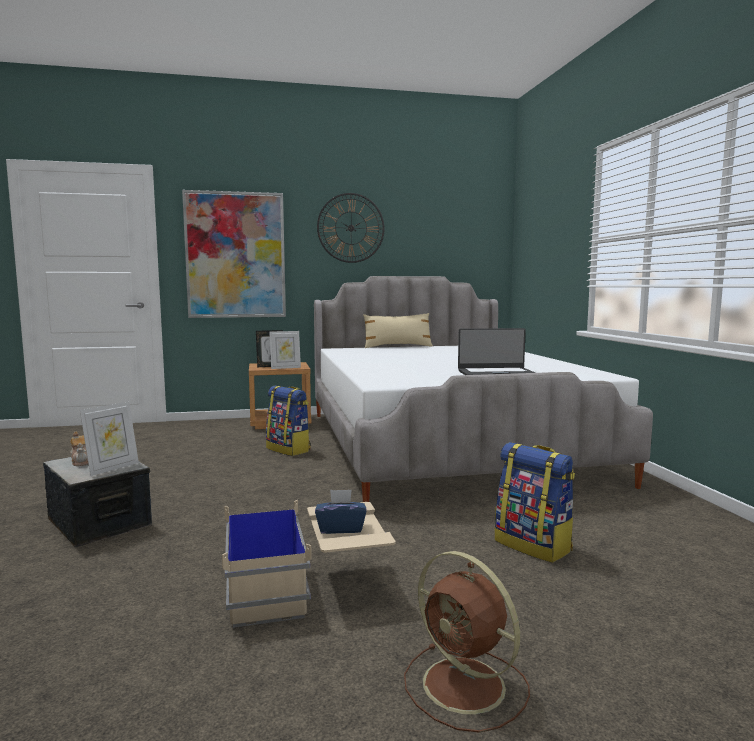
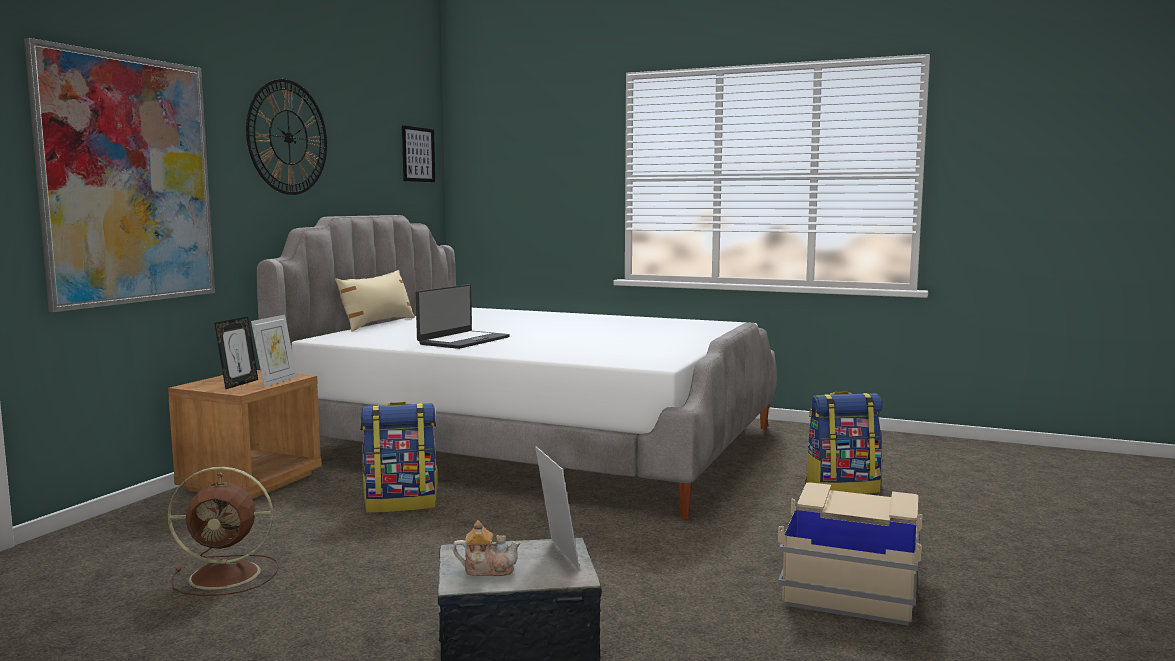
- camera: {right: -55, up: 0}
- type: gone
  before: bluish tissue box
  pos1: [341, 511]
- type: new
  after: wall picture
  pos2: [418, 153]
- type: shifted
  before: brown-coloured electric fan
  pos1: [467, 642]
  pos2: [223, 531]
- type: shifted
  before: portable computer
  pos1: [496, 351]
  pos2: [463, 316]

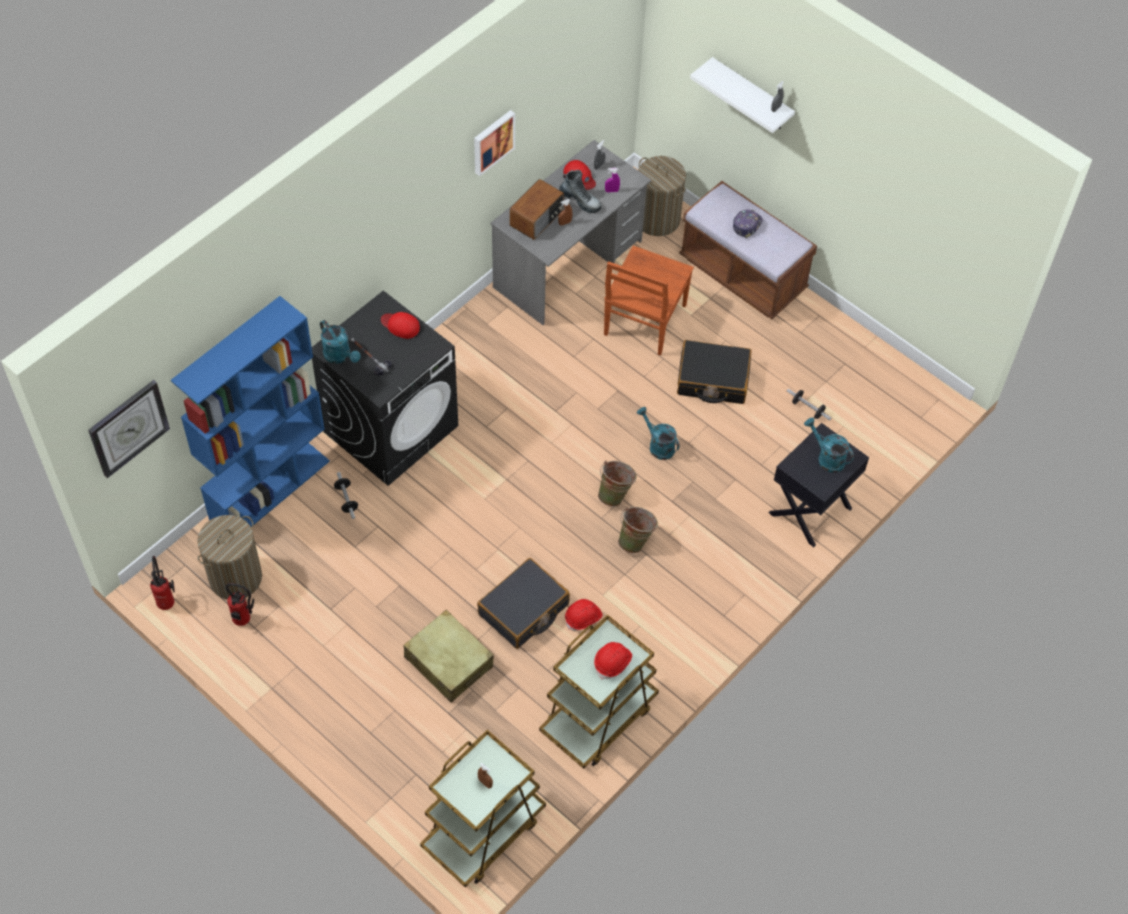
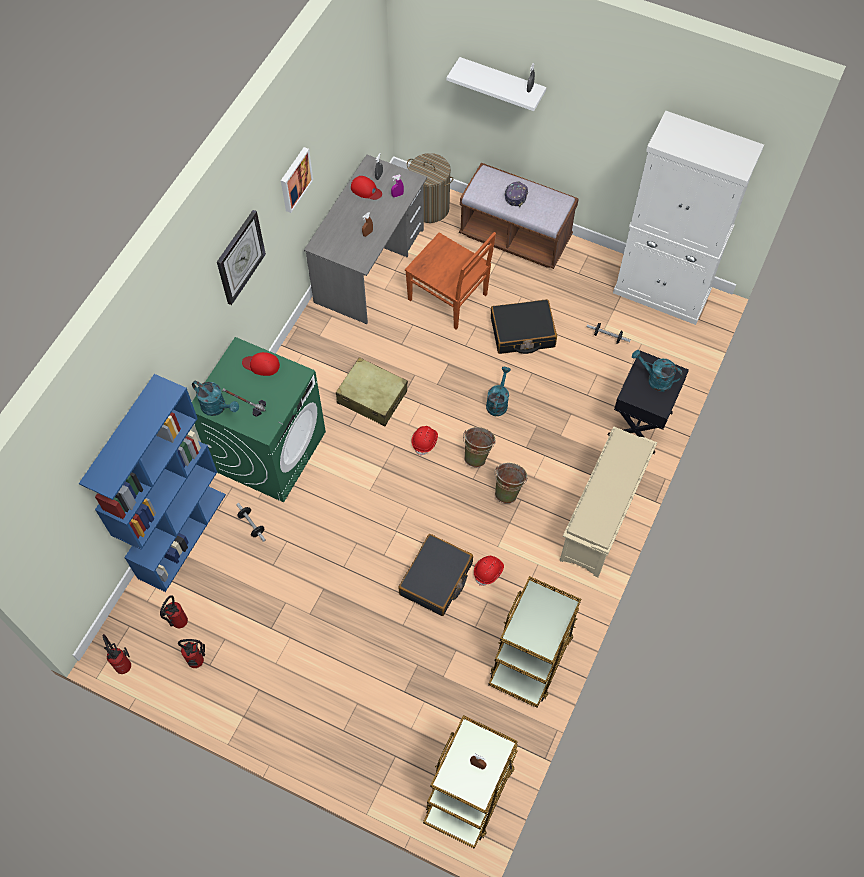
- camera: {right: -15, up: 5}
- type: gone
  before: radio receiver
  pos1: [537, 209]
- type: gone
  before: tall boot
  pos1: [580, 191]
- type: new
  after: beige shoe rack
  pos2: [608, 501]
- type: new
  after: white-coloured cabinet
  pos2: [688, 218]
- type: shifted
  before: wall clock
  pos1: [129, 429]
  pos2: [241, 257]
- type: shifted
  before: beige suitcase
  pos1: [448, 656]
  pos2: [372, 391]
- type: shifted
  before: reddish work helmet
  pos1: [613, 660]
  pos2: [425, 441]
- type: swapped
  before: washing basket
  after: fire extinguisher
  pos1: [229, 557]
  pos2: [174, 611]
- type: repainted
  before: black washing machine
  after: green-coloured washing machine
  pos1: [385, 388]
  pos2: [259, 419]
- type: rotated
  before: brown-coloured chair
  pos1: [649, 301]
  pos2: [450, 281]
  turn: -60
- type: rotated
  before: turquoise-coloured watering can
  pos1: [658, 433]
  pos2: [498, 391]
  turn: 75

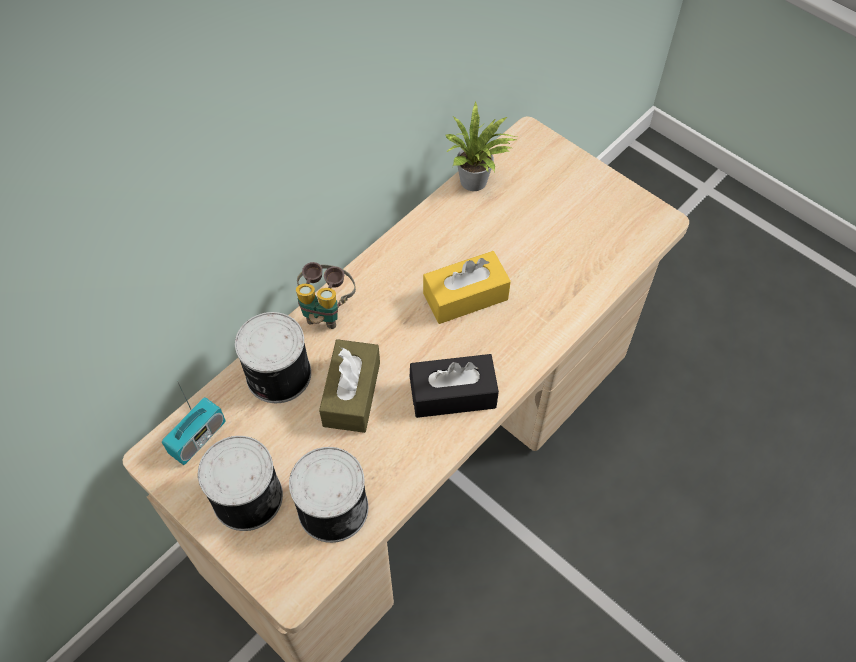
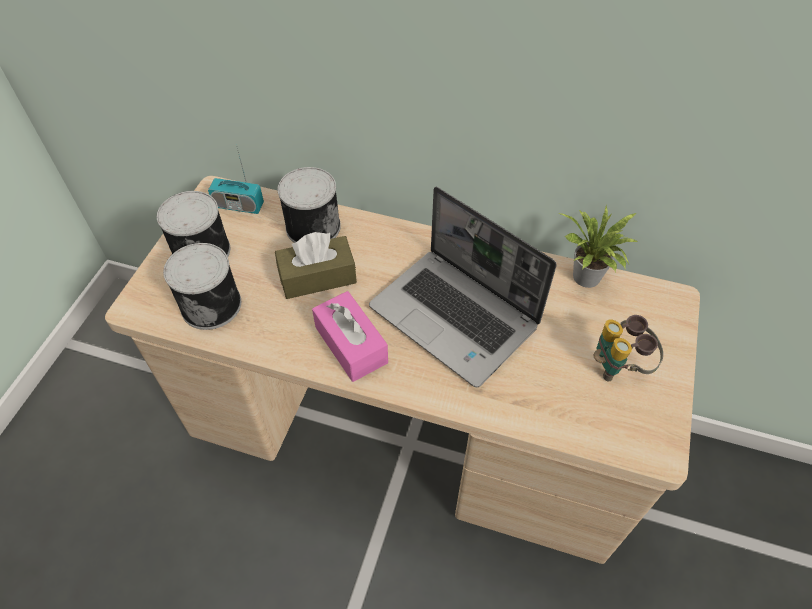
- camera: {right: 65, up: -5}
- type: shifted
  before: pair of binoculars
  pos1: [326, 295]
  pos2: [628, 348]
- type: swapped
  before: yellowish tissue box
  after: portable computer
  pos1: [467, 287]
  pos2: [463, 287]
- type: repainted
  before: black tissue box
  after: pinkish tissue box
  pos1: [454, 386]
  pos2: [350, 336]

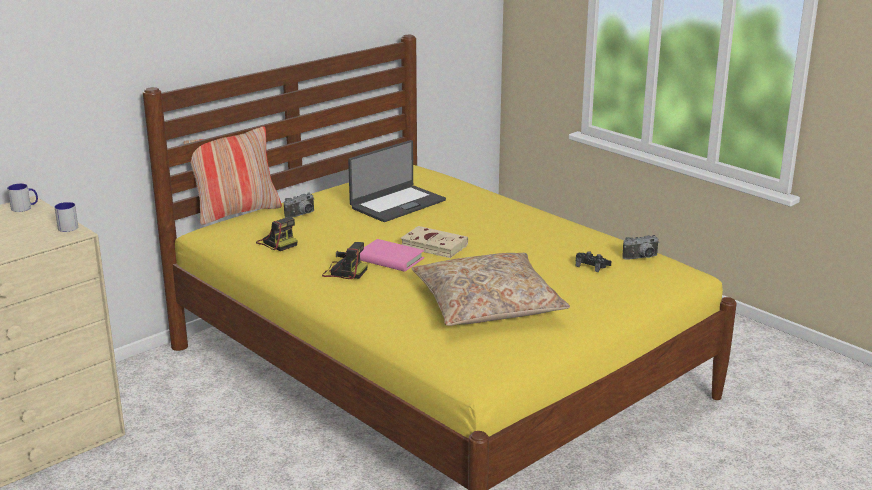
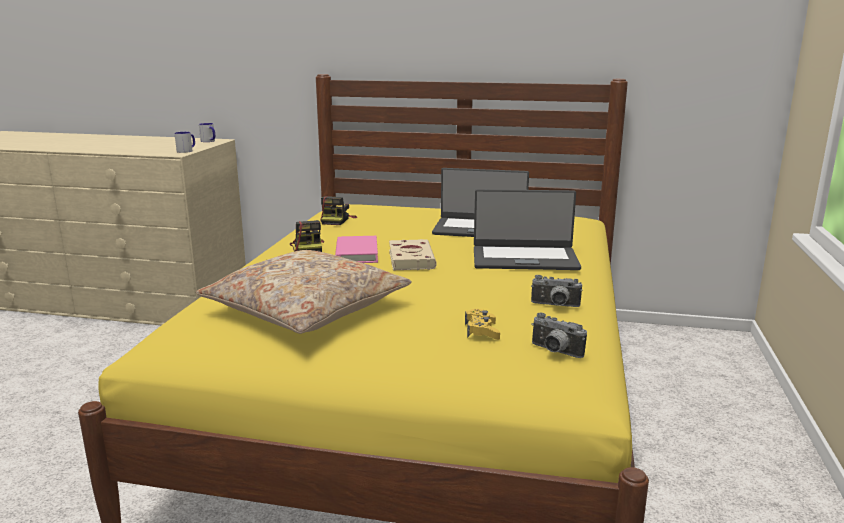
- camera: {right: 55, up: -5}
- type: gone
  before: cushion
  pos1: [233, 175]
- type: new
  after: portable computer
  pos2: [527, 229]
- type: shifted
  before: photo camera
  pos1: [299, 205]
  pos2: [557, 291]
- type: repainted
  before: black game controller
  after: yellowish game controller
  pos1: [593, 261]
  pos2: [482, 324]

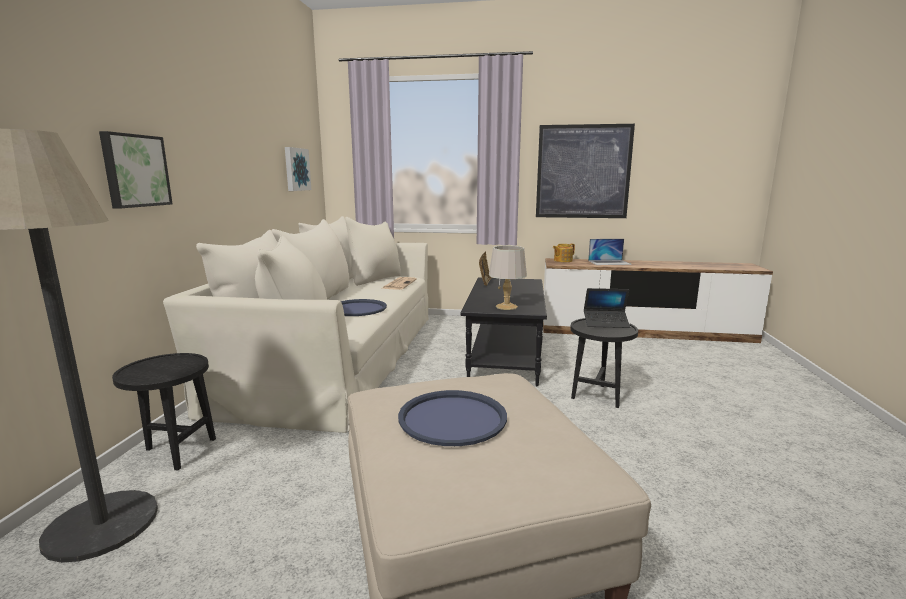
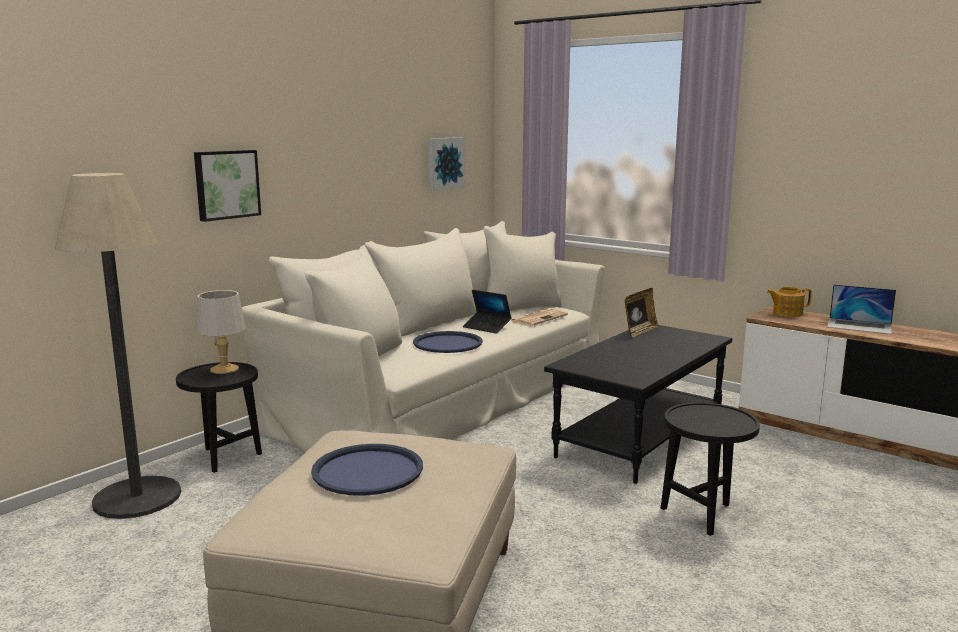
- camera: {right: 30, up: 0}
- type: gone
  before: wall picture
  pos1: [585, 171]
- type: shifted
  before: grey table lamp
  pos1: [508, 277]
  pos2: [221, 332]
- type: shifted
  before: portable computer
  pos1: [607, 308]
  pos2: [487, 312]

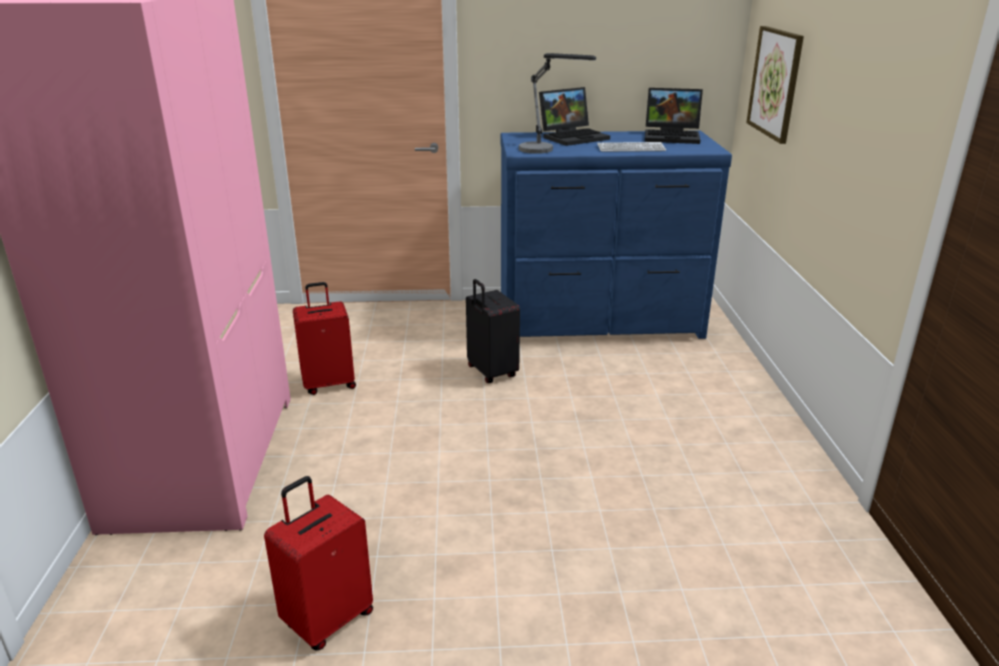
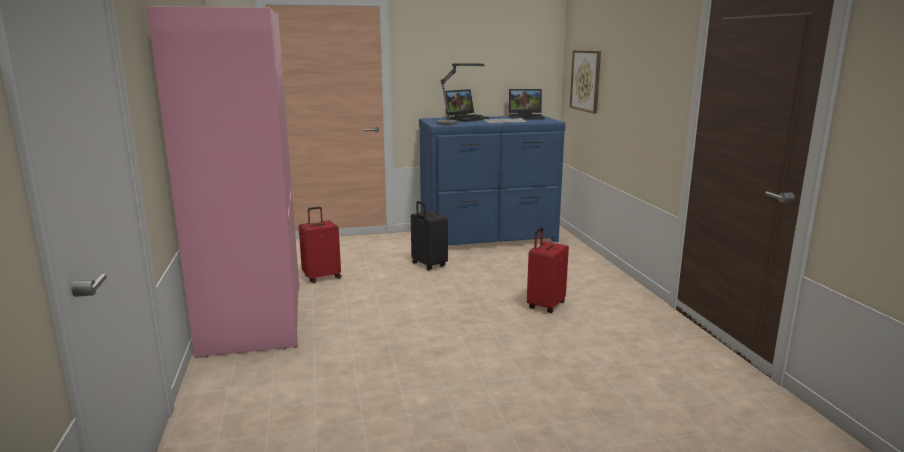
- camera: {right: -10, up: -10}
- type: shifted
  before: reddish suitcase
  pos1: [318, 563]
  pos2: [548, 270]

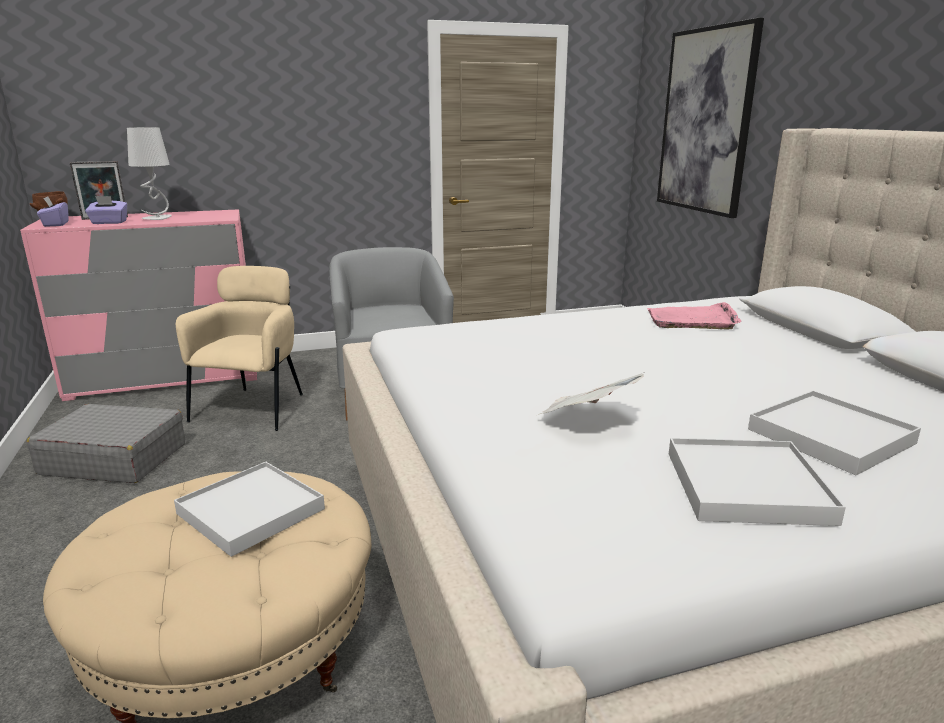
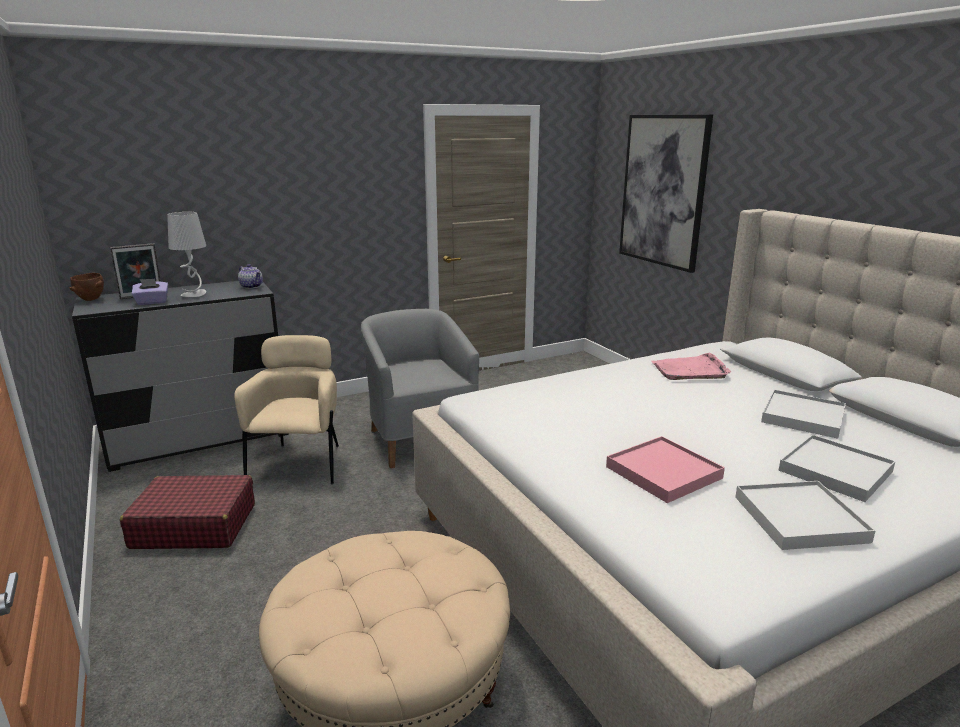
- camera: {right: -10, up: 0}
- type: gone
  before: purplish tissue box
  pos1: [52, 212]
- type: new
  after: pot for tea
  pos2: [250, 276]
- type: shifted
  before: white-coloured carrying tray
  pos1: [249, 509]
  pos2: [803, 414]
- type: swapped
  before: printed paper
  after: pinkish carrying tray
  pos1: [591, 393]
  pos2: [665, 469]
- type: repainted
  before: pinkish drawer chest
  after: black drawer chest
  pos1: [138, 305]
  pos2: [180, 376]
- type: repainted
  before: grey suitcase
  after: reddish suitcase
  pos1: [106, 443]
  pos2: [187, 512]

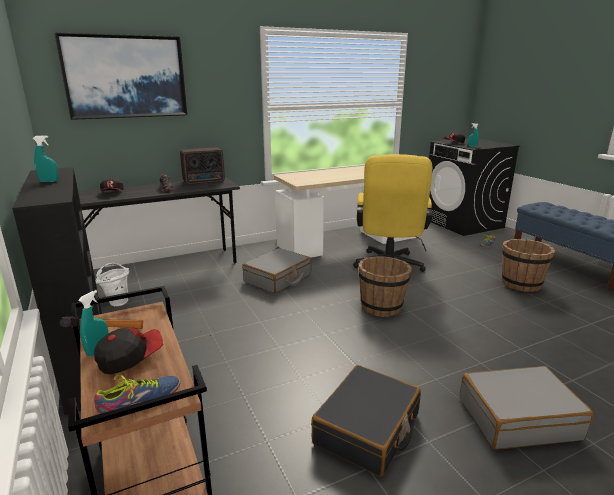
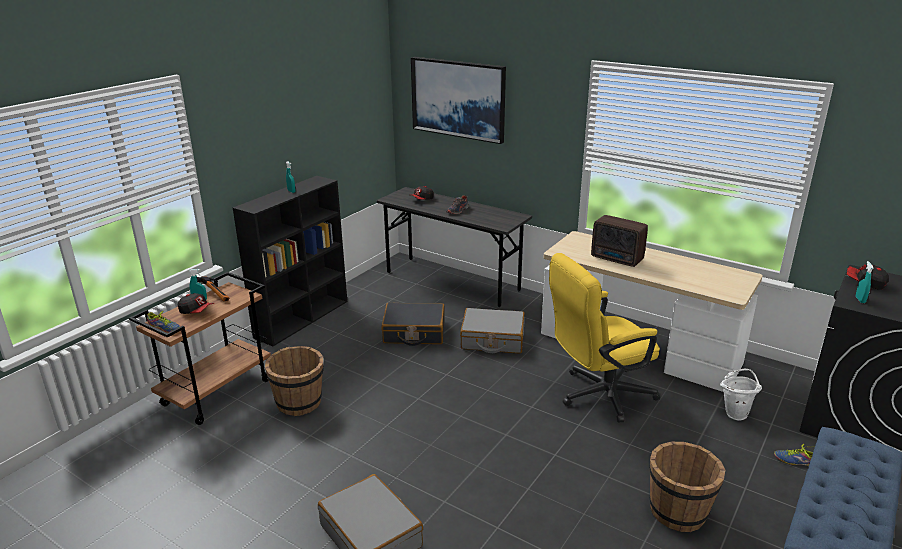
- camera: {right: 60, up: 5}
- type: shifted
  before: white-coloured bucket
  pos1: [112, 284]
  pos2: [741, 395]
- type: shifted
  before: radio receiver
  pos1: [202, 166]
  pos2: [619, 241]
- type: shifted
  before: black suitcase
  pos1: [366, 421]
  pos2: [413, 324]
- type: shifted
  before: brown-coloured bucket
  pos1: [385, 286]
  pos2: [294, 381]

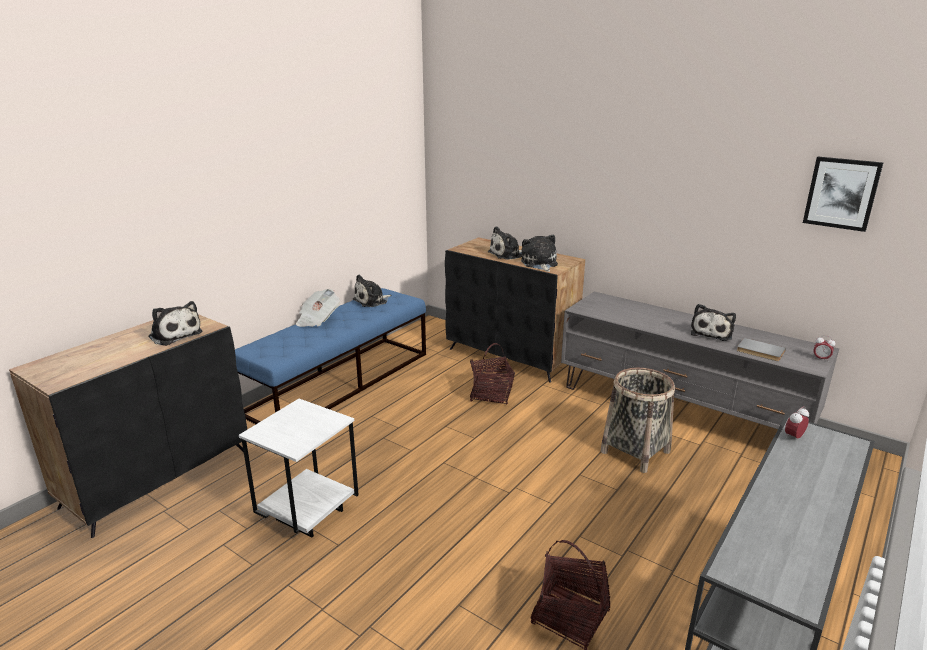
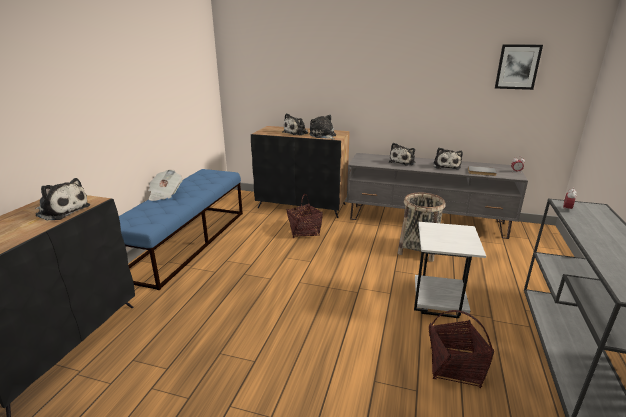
- camera: {right: -20, up: 0}
- type: shifted
  before: white-coloured accent table
  pos1: [299, 468]
  pos2: [450, 270]
- type: shifted
  before: plush toy
  pos1: [371, 290]
  pos2: [402, 154]

